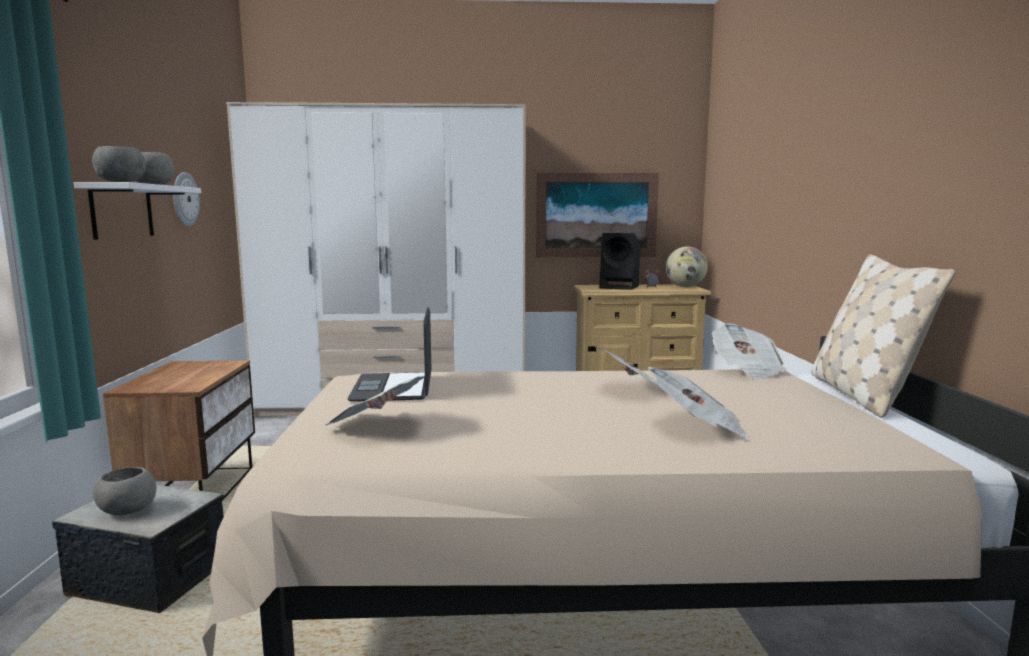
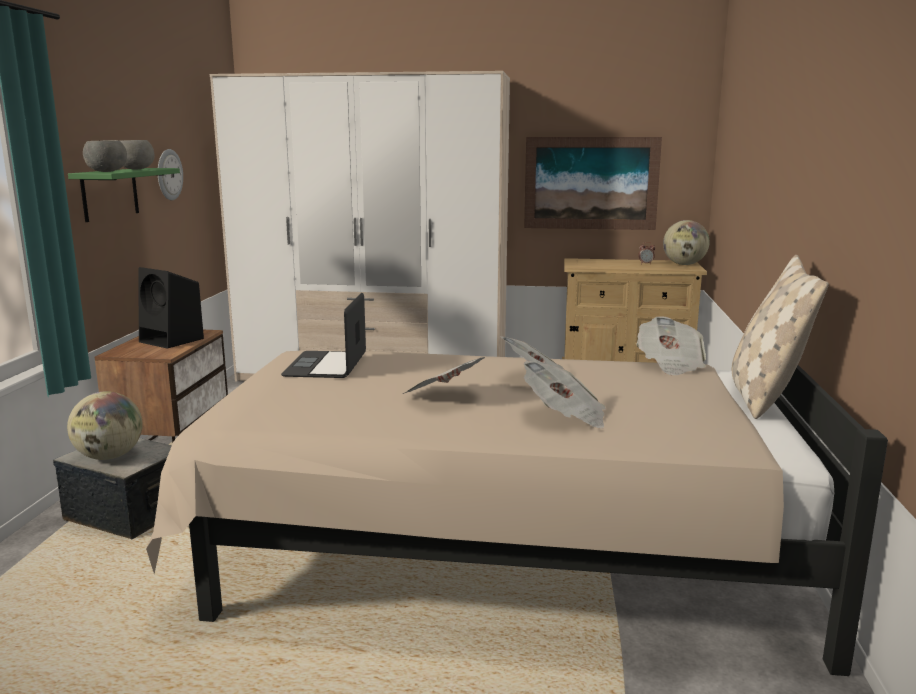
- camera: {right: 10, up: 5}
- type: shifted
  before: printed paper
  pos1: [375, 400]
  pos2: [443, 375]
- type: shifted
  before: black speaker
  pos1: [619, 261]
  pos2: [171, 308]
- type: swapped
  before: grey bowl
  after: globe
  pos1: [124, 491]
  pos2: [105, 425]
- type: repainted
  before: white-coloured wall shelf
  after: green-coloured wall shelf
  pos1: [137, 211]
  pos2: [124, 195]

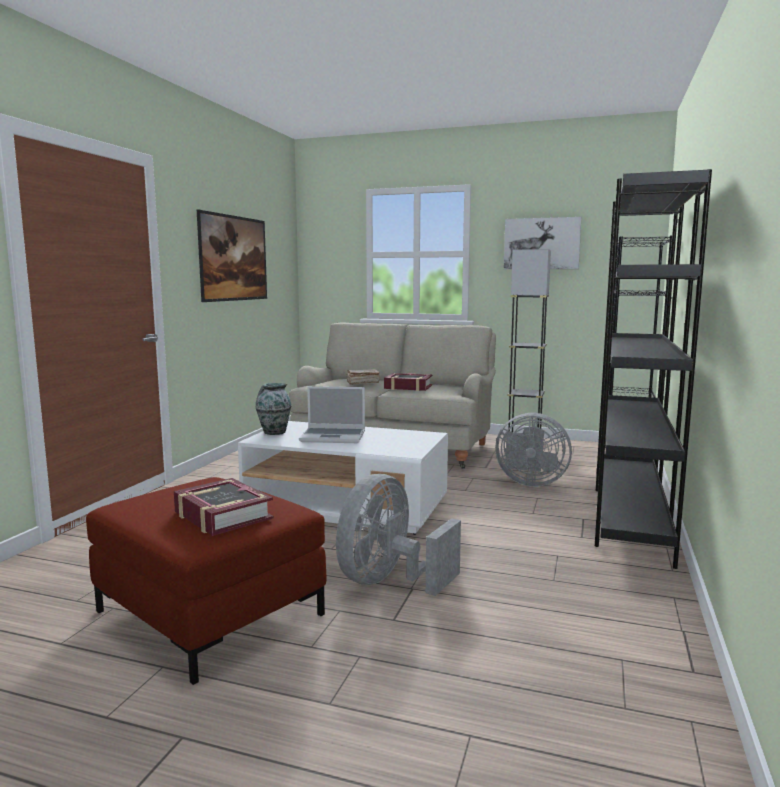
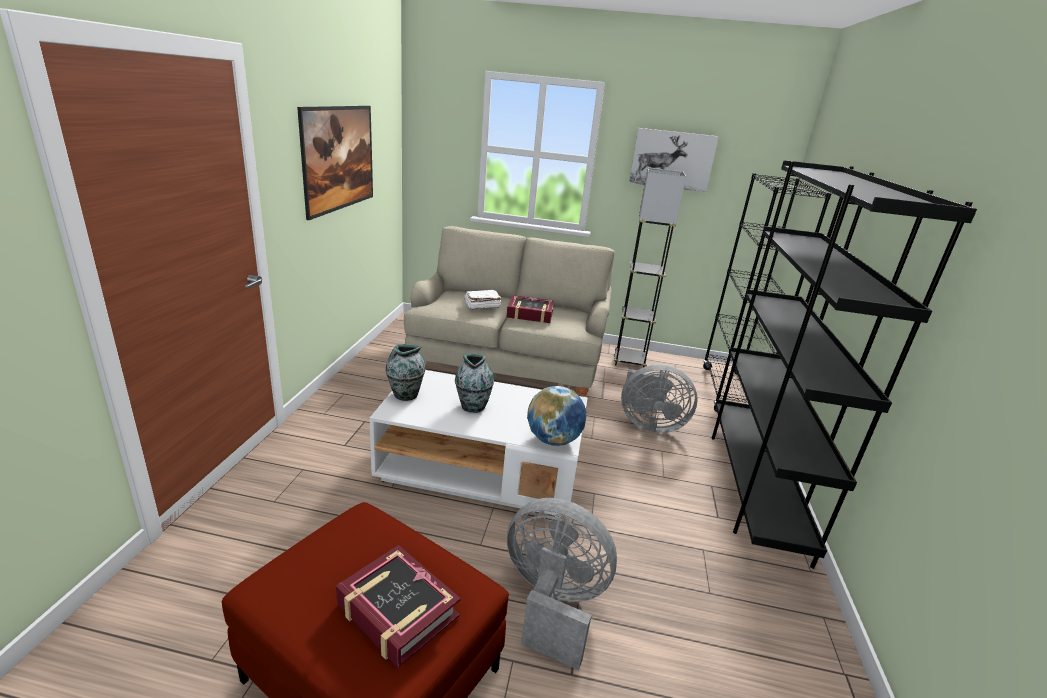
- camera: {right: -10, up: 15}
- type: new
  after: globe
  pos2: [557, 416]
- type: swapped
  before: portable computer
  after: decorative vase
  pos1: [332, 414]
  pos2: [474, 383]
- type: repainted
  before: brown-coloured volume
  after: white-coloured volume
  pos1: [363, 377]
  pos2: [483, 300]
- type: rotated
  before: grey electric fan
  pos1: [398, 535]
  pos2: [562, 584]
  turn: 90

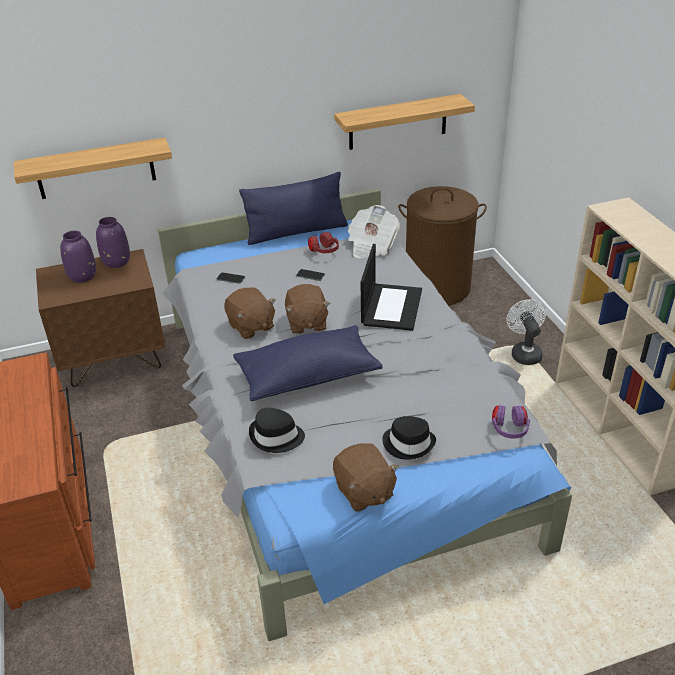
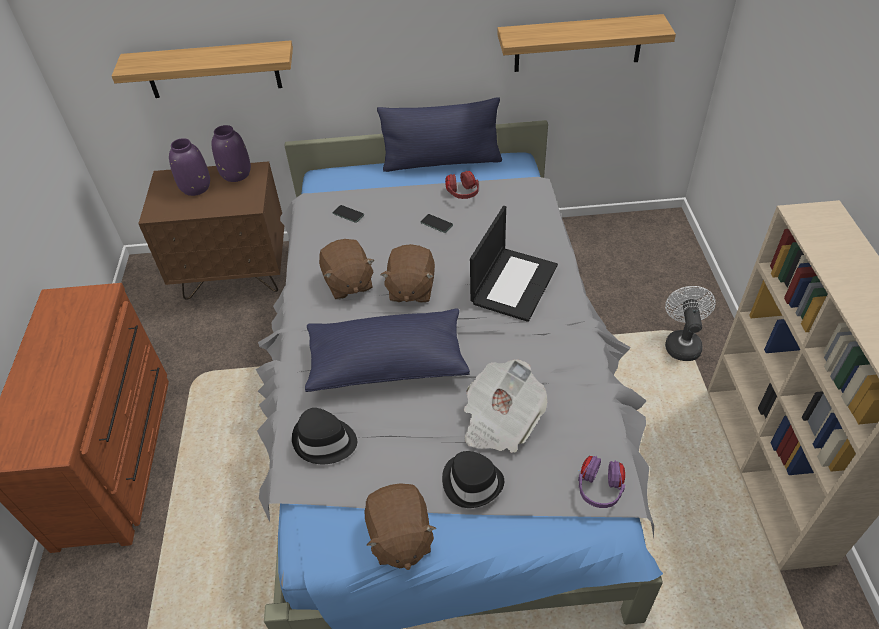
- camera: {right: 15, up: 10}
- type: gone
  before: brown-coloured washing basket
  pos1: [442, 246]
- type: shifted
  before: printed paper
  pos1: [374, 231]
  pos2: [505, 406]

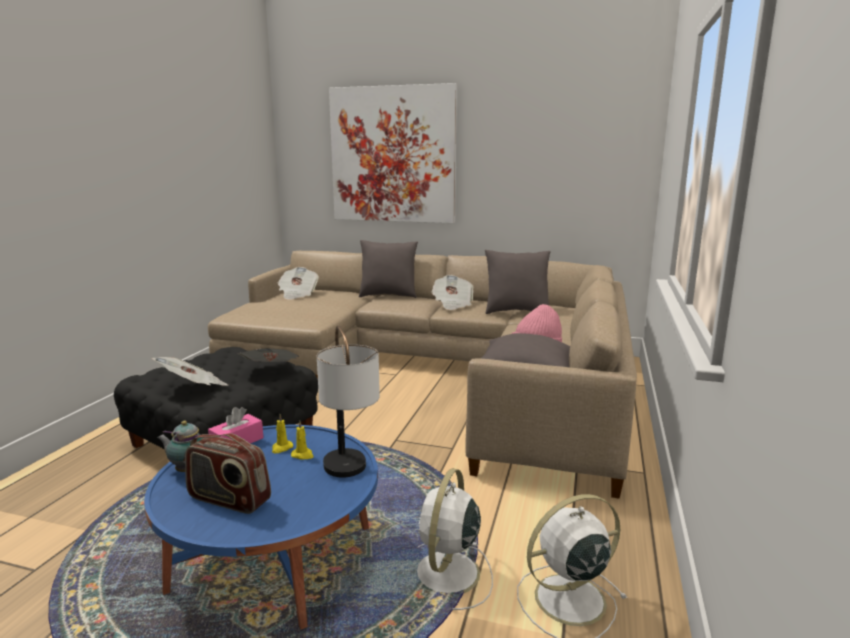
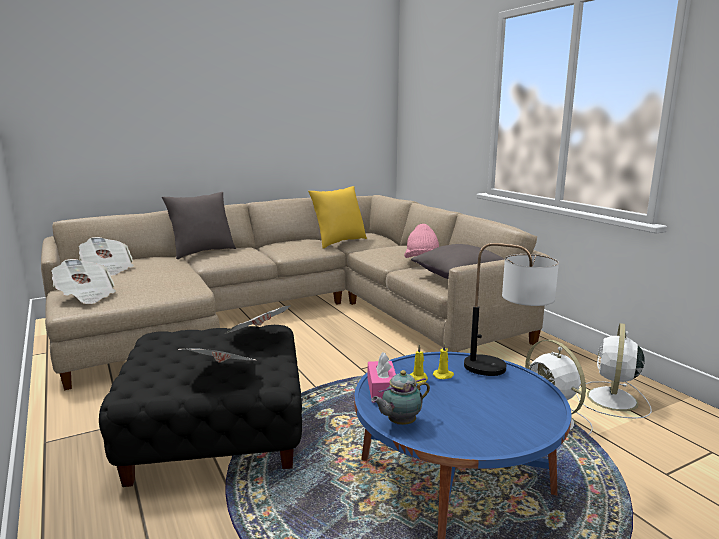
- camera: {right: -45, up: 0}
- type: gone
  before: radio receiver
  pos1: [228, 473]
- type: gone
  before: wall picture
  pos1: [393, 153]
- type: shifted
  before: printed paper
  pos1: [452, 292]
  pos2: [83, 281]
- type: repainted
  before: grey cushion
  after: yellowish cushion
  pos1: [518, 282]
  pos2: [337, 217]

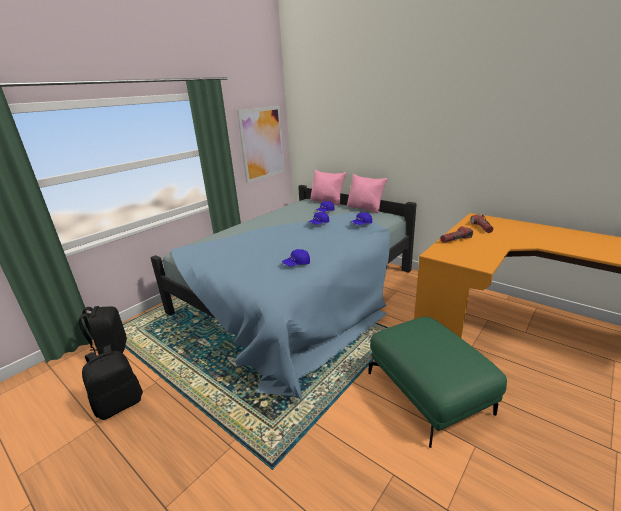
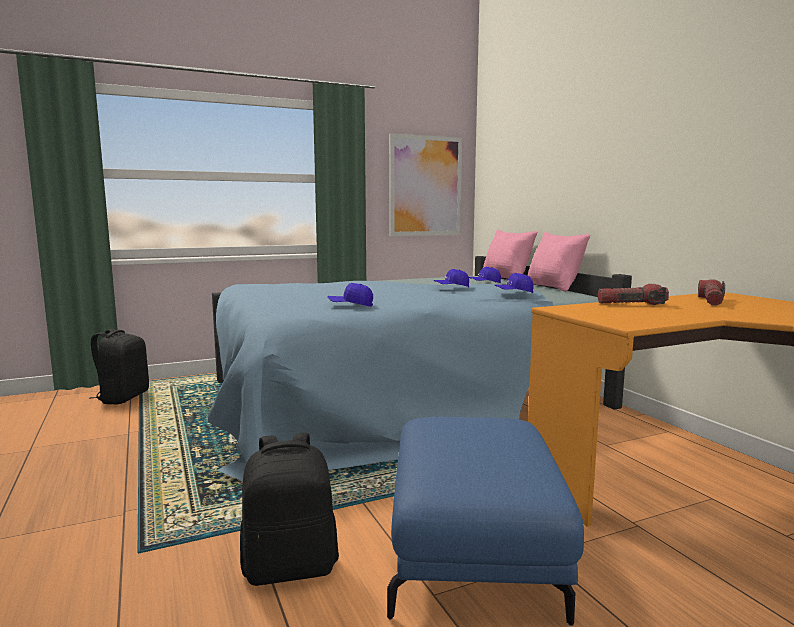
- camera: {right: 25, up: -15}
- type: shifted
  before: black rucksack
  pos1: [112, 382]
  pos2: [289, 509]
- type: repainted
  before: green-coloured ottoman
  after: bluish ottoman
  pos1: [437, 382]
  pos2: [485, 521]

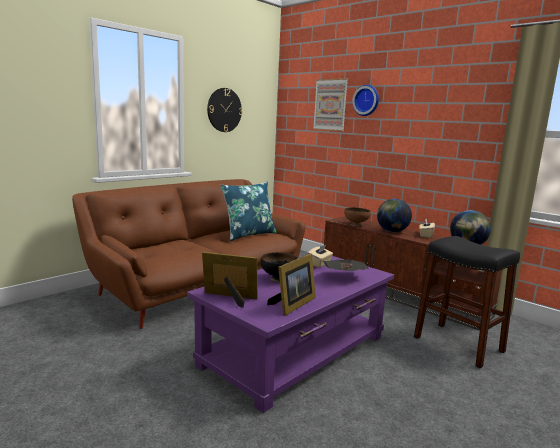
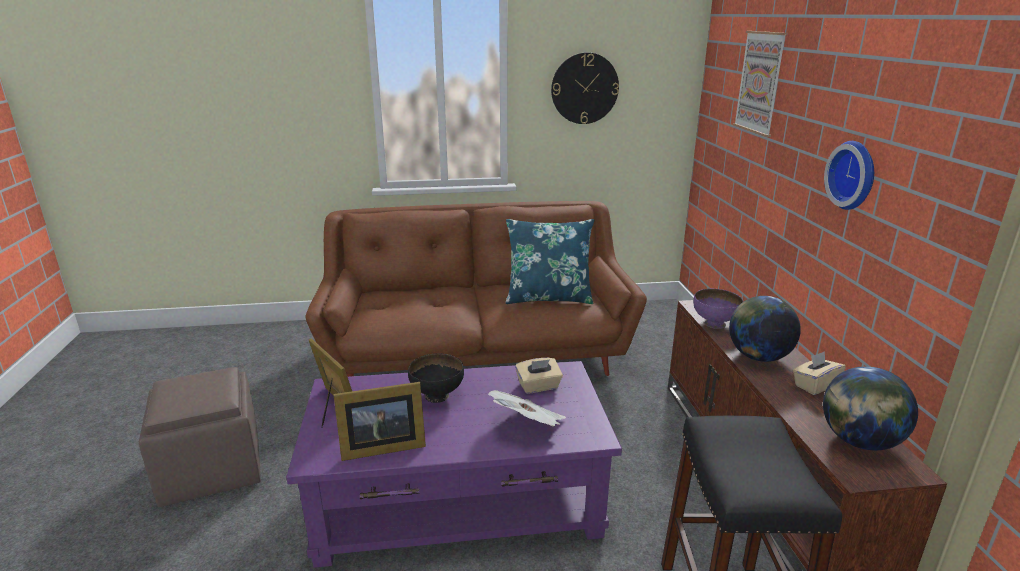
- camera: {right: 40, up: 10}
- type: new
  after: brown-coloured ottoman
  pos2: [200, 437]
- type: shifted
  before: wall clock
  pos1: [365, 100]
  pos2: [849, 175]
- type: repainted
  before: brown-coloured bowl
  after: purplish bowl
  pos1: [357, 217]
  pos2: [718, 309]

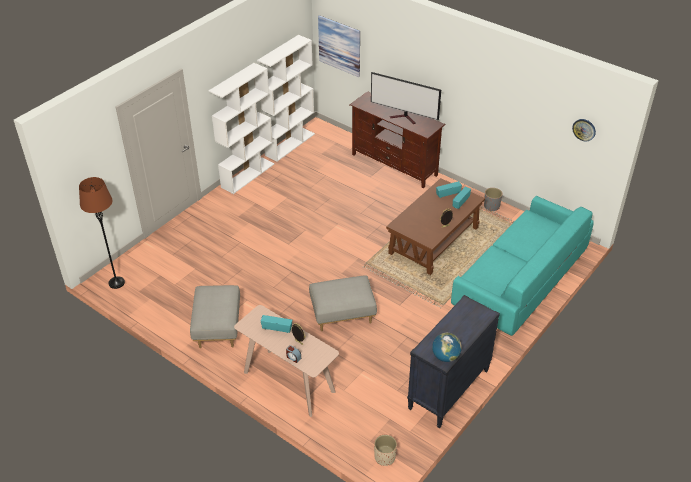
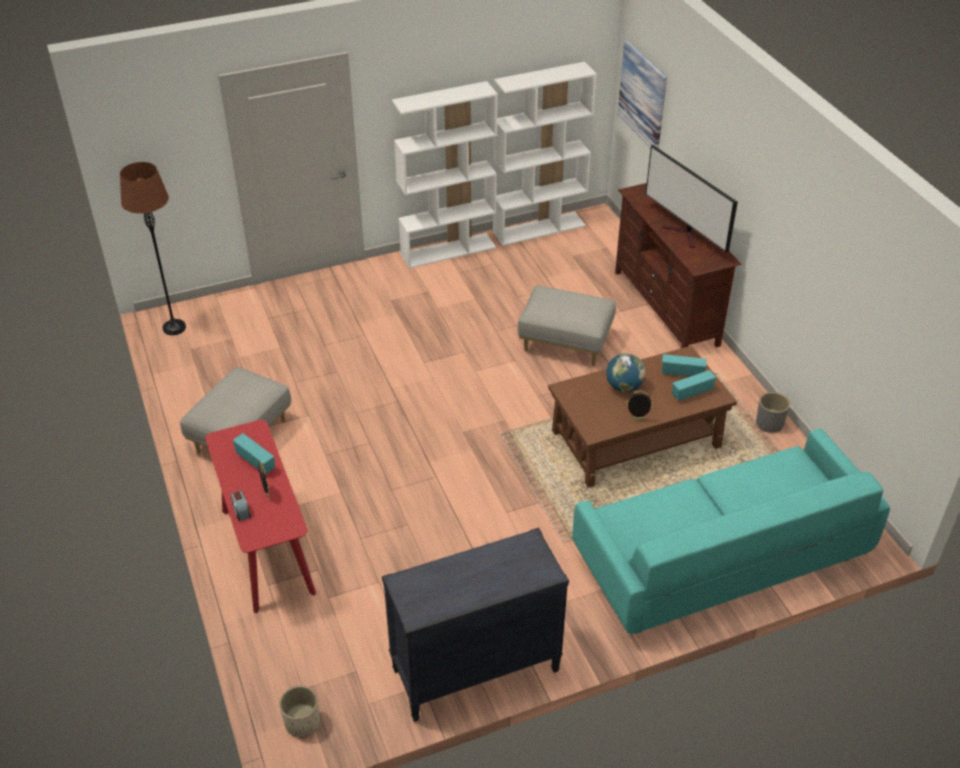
- camera: {right: 30, up: 0}
- type: gone
  before: wall clock
  pos1: [584, 130]
- type: shifted
  before: grey ottoman
  pos1: [343, 303]
  pos2: [567, 326]
- type: shifted
  before: globe
  pos1: [447, 347]
  pos2: [625, 372]
- type: repainted
  before: beige console table
  after: reddish console table
  pos1: [286, 361]
  pos2: [260, 516]

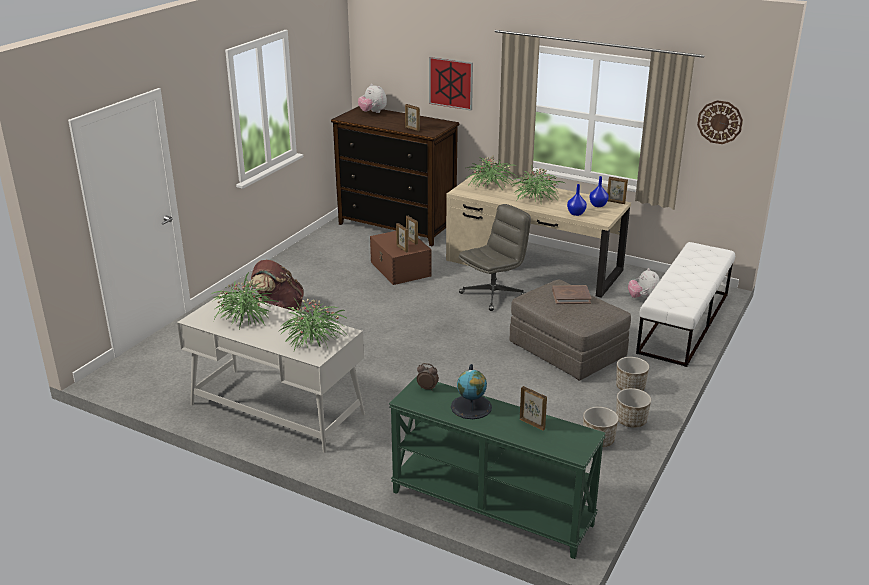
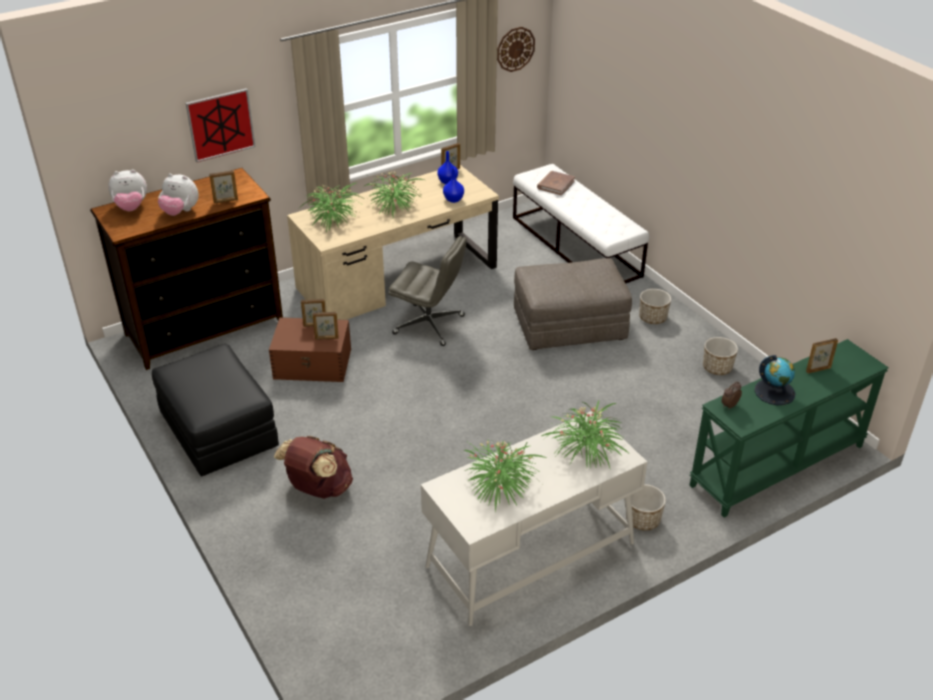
- camera: {right: -60, up: 10}
- type: new
  after: black ottoman
  pos2: [215, 410]
- type: shifted
  before: brown-coloured volume
  pos1: [571, 294]
  pos2: [556, 183]
- type: shifted
  before: plant pot
  pos1: [633, 408]
  pos2: [646, 507]
- type: shifted
  before: plush toy
  pos1: [644, 283]
  pos2: [178, 194]
- type: rotated
  before: grey desk chair
  pos1: [495, 257]
  pos2: [428, 291]
  turn: 120

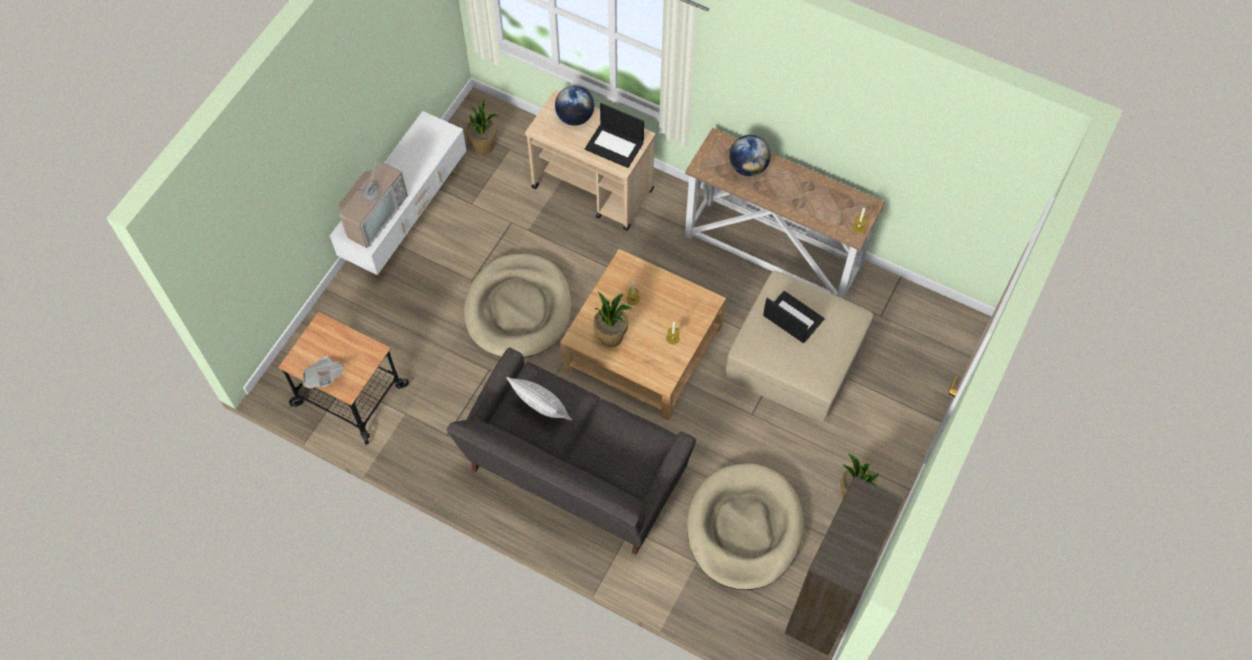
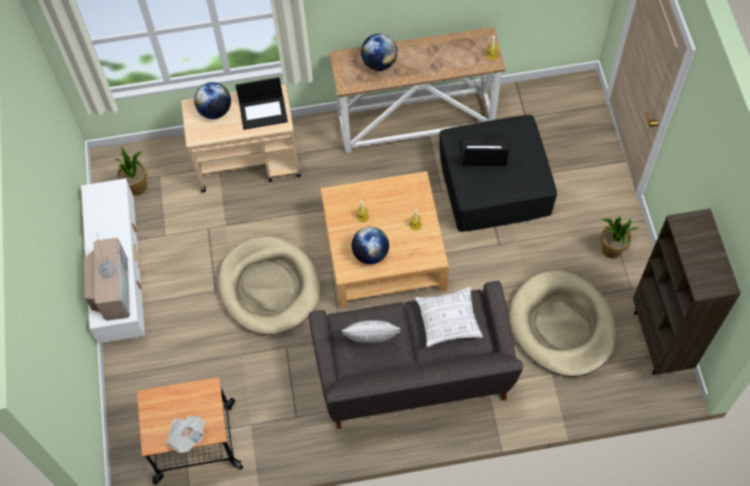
- camera: {right: -35, up: 0}
- type: new
  after: cushion
  pos2: [449, 317]
- type: swapped
  before: houseplant
  after: globe
  pos1: [613, 319]
  pos2: [370, 245]
- type: repainted
  before: beige ottoman
  after: black ottoman
  pos1: [799, 346]
  pos2: [498, 173]

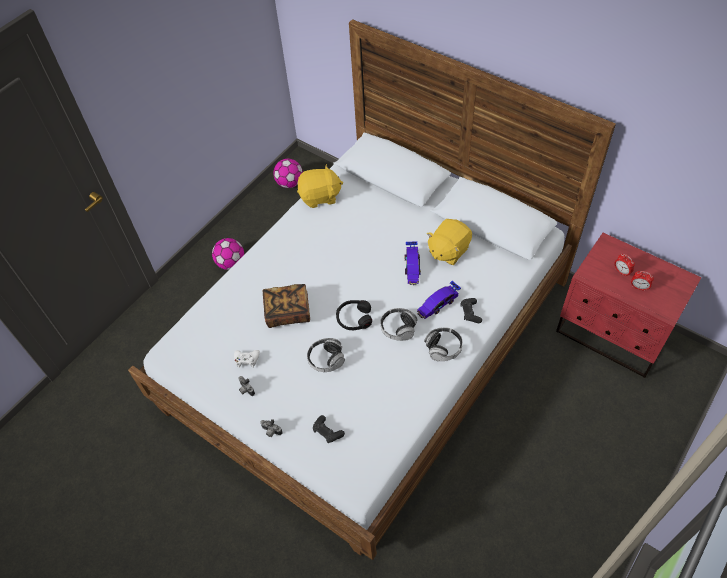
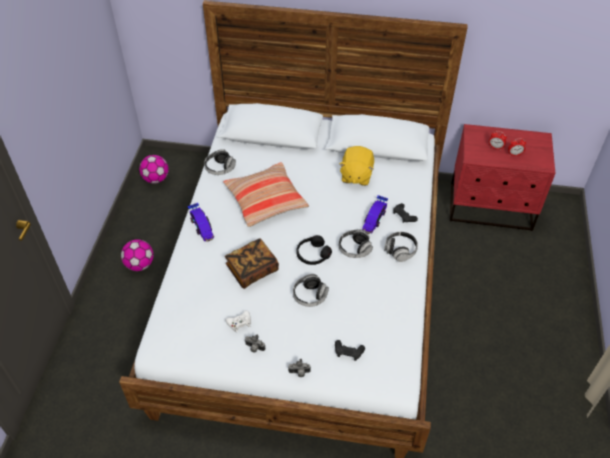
- camera: {right: -30, up: -5}
- type: new
  after: cushion
  pos2: [266, 194]
- type: shifted
  before: miniature car
  pos1: [413, 263]
  pos2: [200, 222]
- type: swapped
  before: yellowish plush toy
  after: headphones
  pos1: [320, 186]
  pos2: [220, 162]

